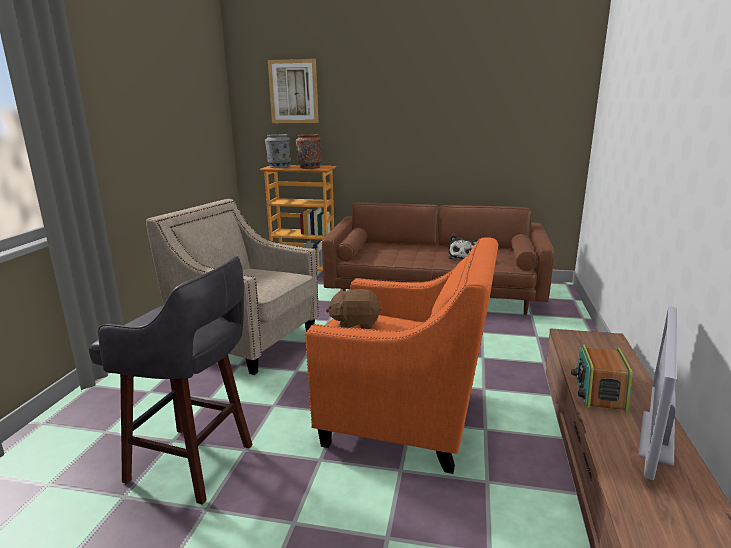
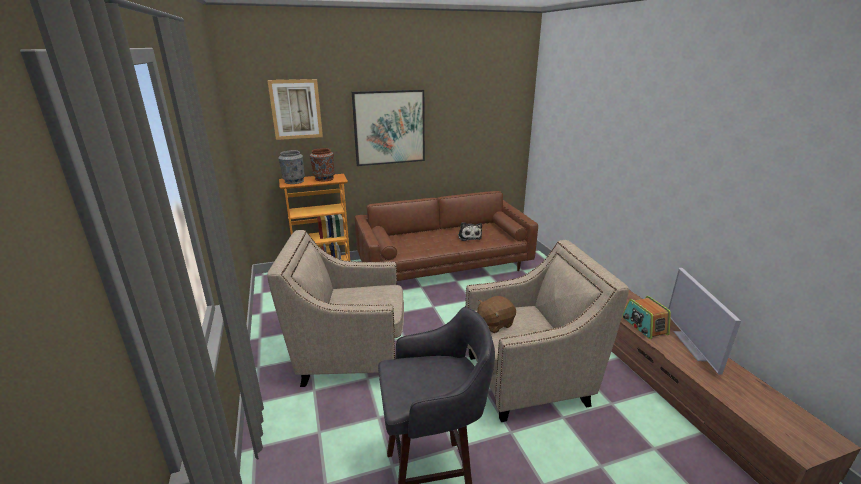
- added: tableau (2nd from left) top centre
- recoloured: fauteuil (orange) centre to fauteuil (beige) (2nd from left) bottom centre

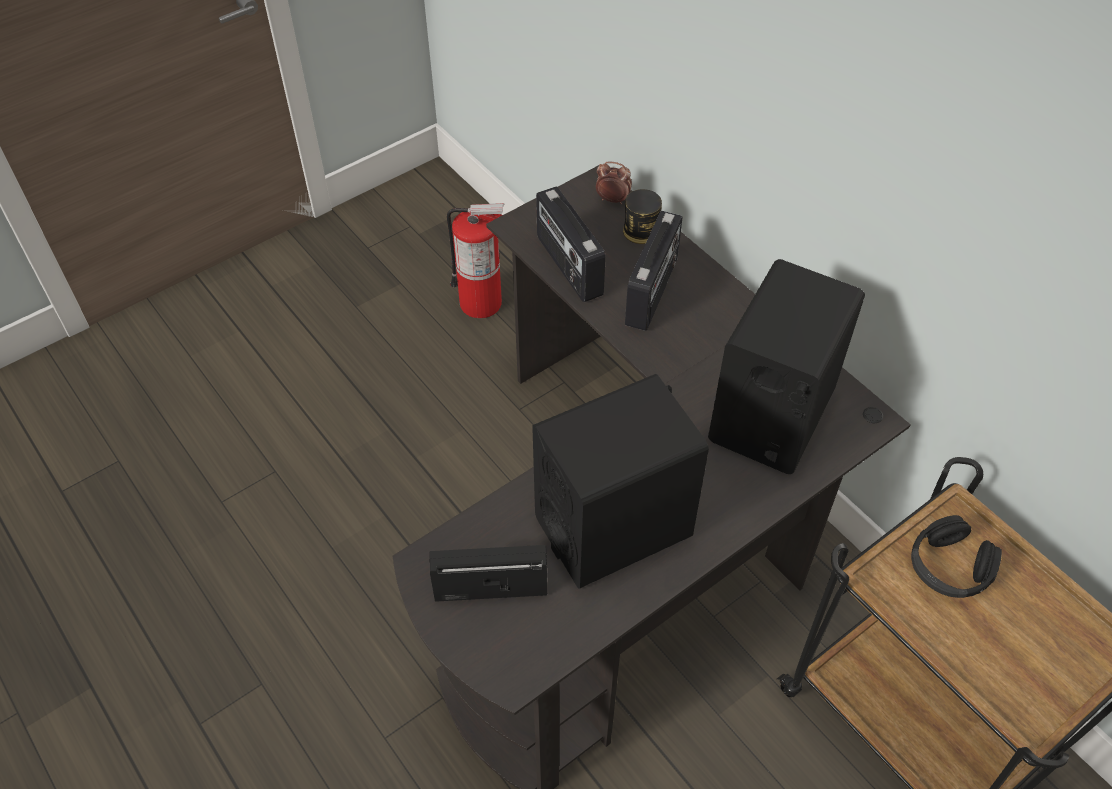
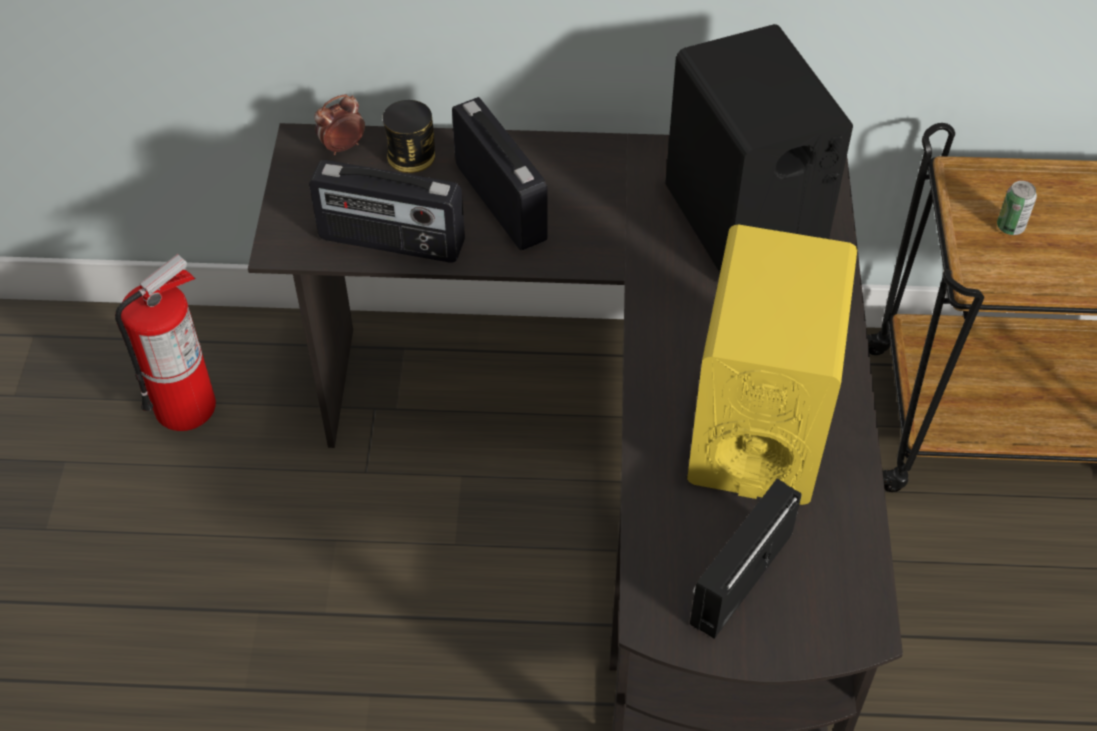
- replaced: casque audio (noir) bottom right to boîte métallique (2nd from left) top right
- recoloured: enceinte (noir) (1st from left) centre to enceinte (jaune) middle right

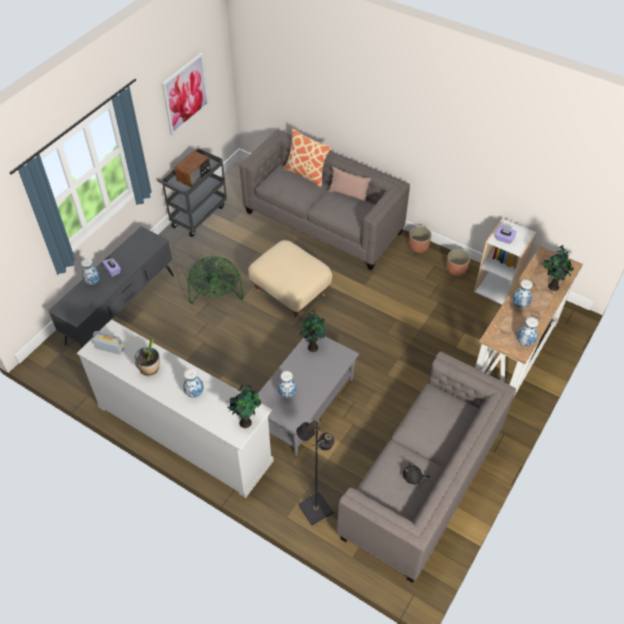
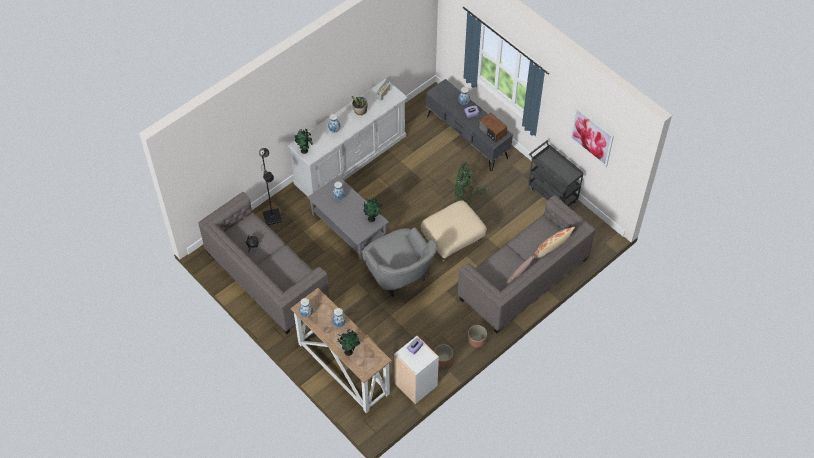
- added: fauteuil (gris) centre
- moved: radio (2nd from left) top left to top centre

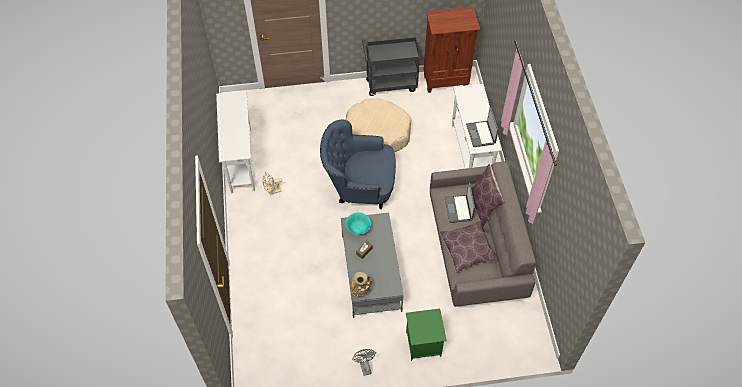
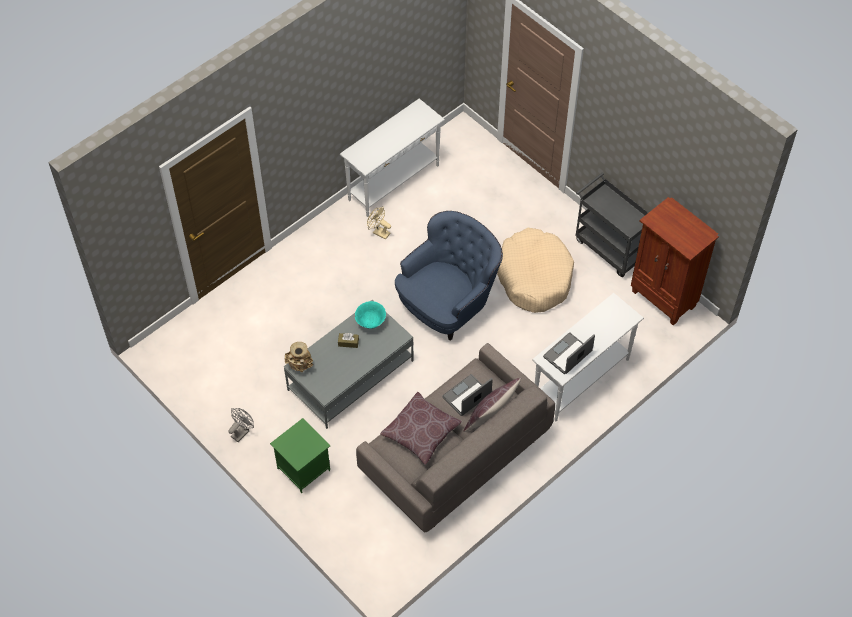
- turned: fauteuil (bleu) centre = centre 75 degrees clockwise

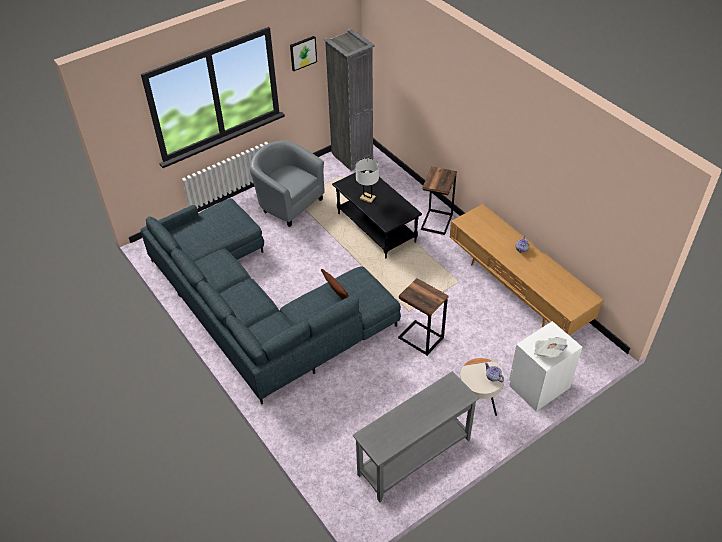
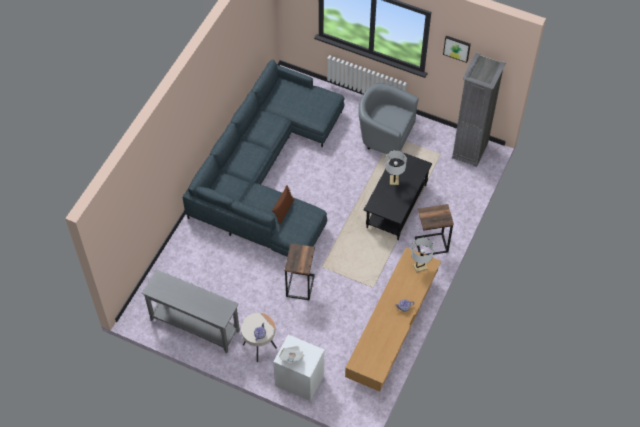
- added: lampe de table (blanc) (2nd from left) centre
- turned: fauteuil (gris) centre = top centre 75 degrees counterclockwise

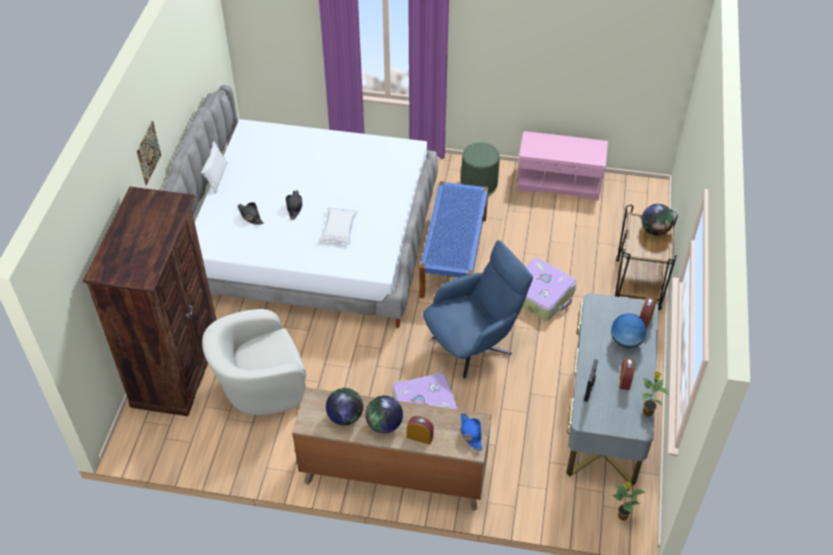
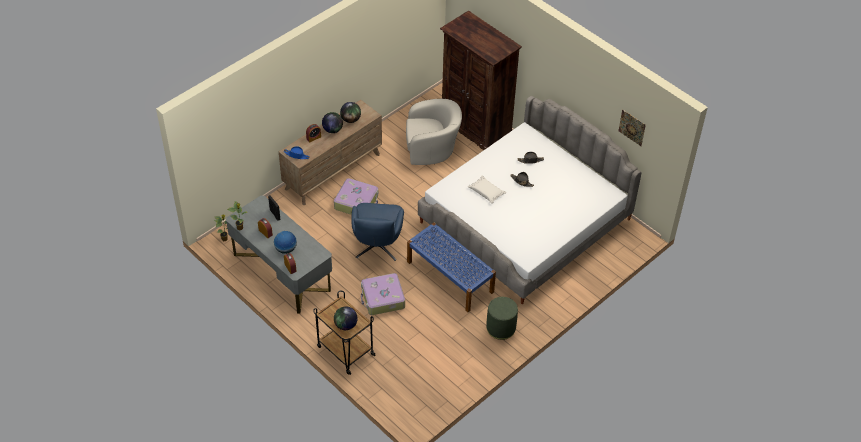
- removed: coussin (blanc) (1st from left) top left
- removed: banc (rose) top right
- moved: tableau top left to top right
- turned: fauteuil (beige) middle left = top centre 75 degrees clockwise

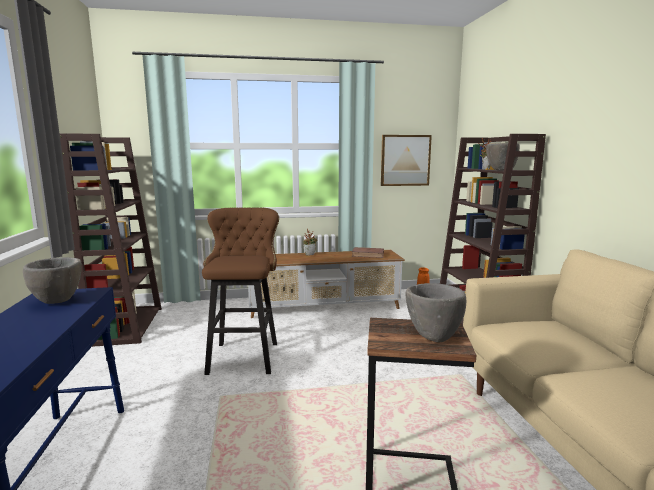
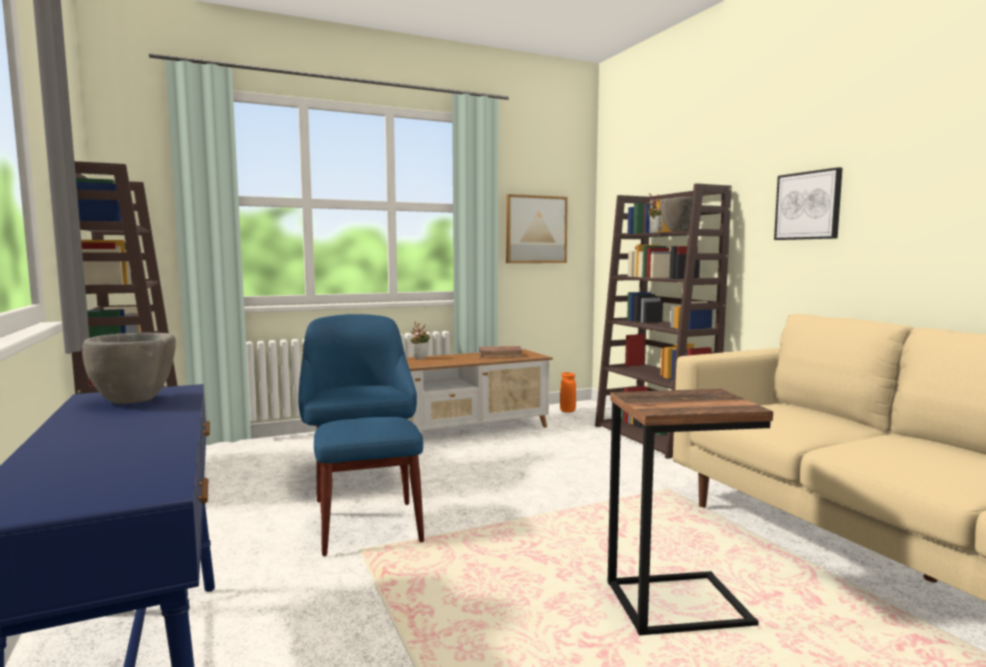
- removed: bol (gris) (2nd from left) centre
- added: tableau (2nd from left) top right
- replaced: tabouret (marron) centre to fauteuil (bleu) centre

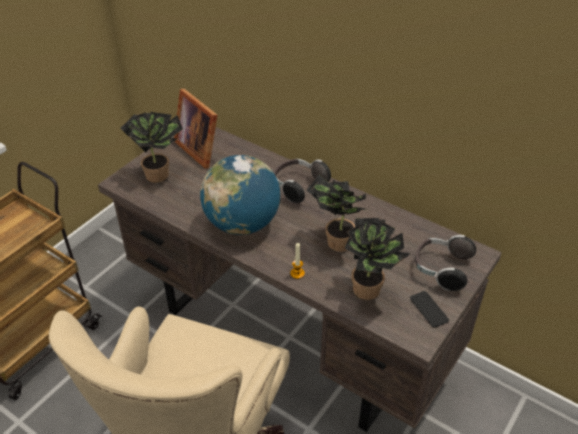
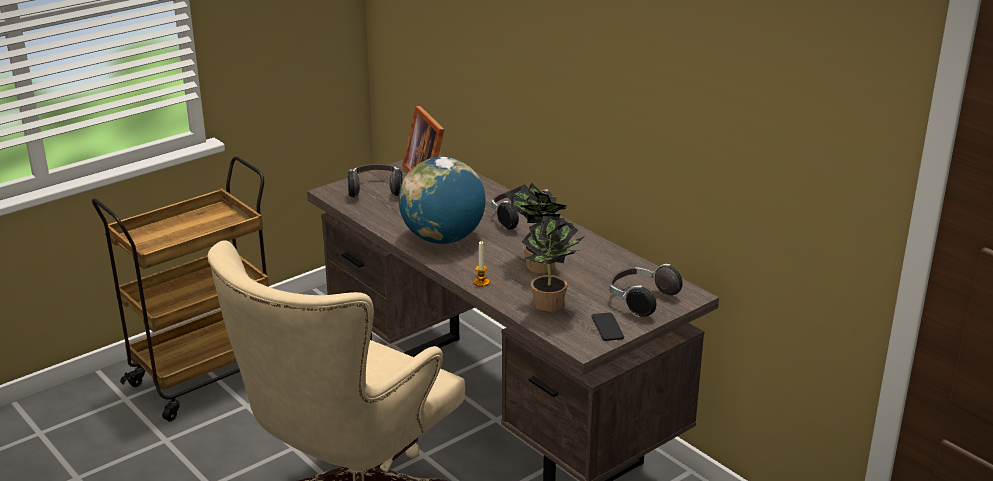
- replaced: plante en pot (1st from left) middle left to casque audio (1st from left) centre

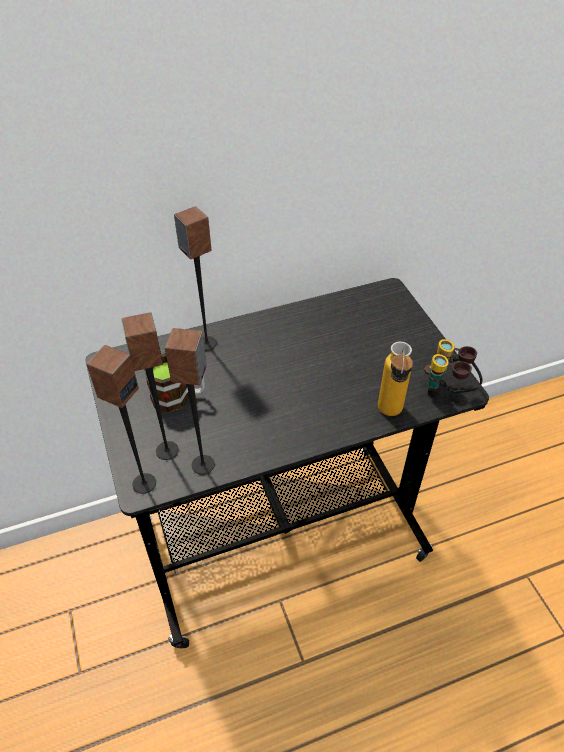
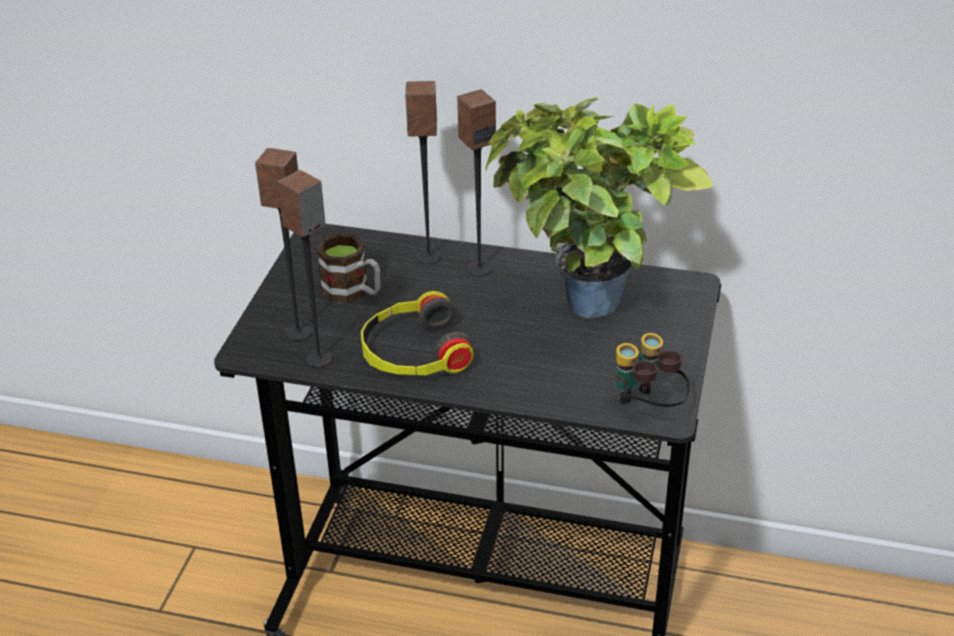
- removed: bouteille middle right
- added: casque audio centre
- added: plante en pot top centre
- moved: enceinte (1st from left in the first image) middle left to enceinte (4th from left) top centre

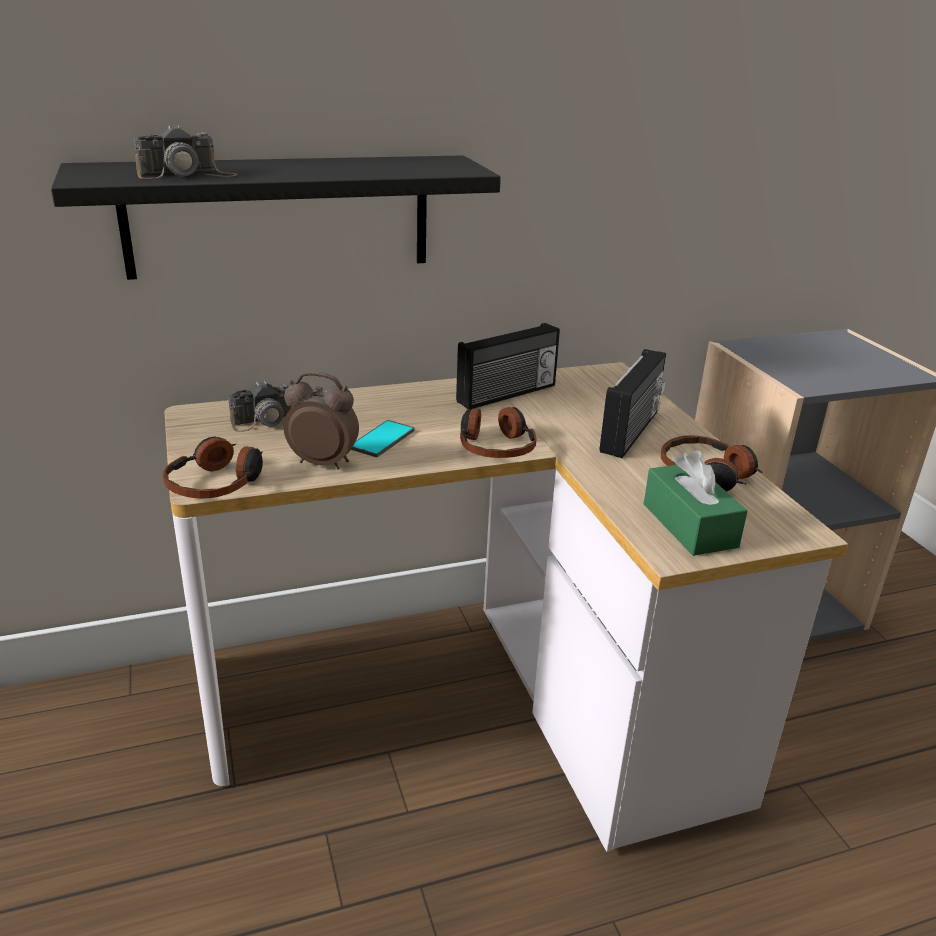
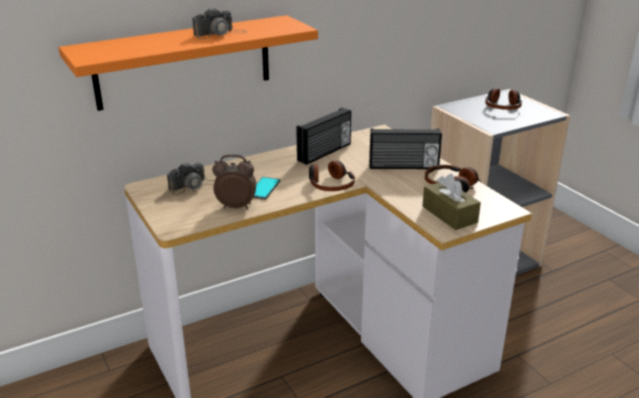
- moved: appareil photo (1st from left in the first image) top left to appareil photo (2nd from left) top centre
- moved: casque audio (1st from left in the first image) middle left to casque audio (3rd from left) top right
- recoloured: étagère (noir) top left to étagère (orange) top left
- recoloured: boîte à mouchoirs (vert) middle right to boîte à mouchoirs (marron) middle right
- turned: radio (2nd from left) middle right = centre 75 degrees clockwise

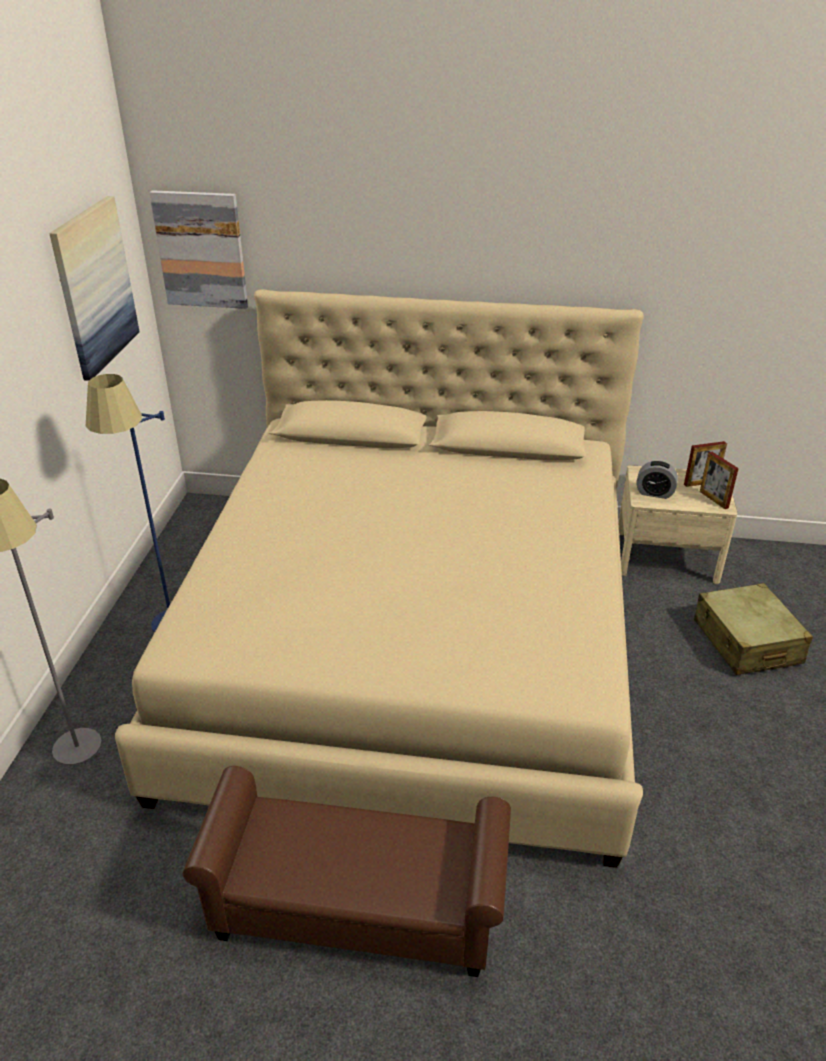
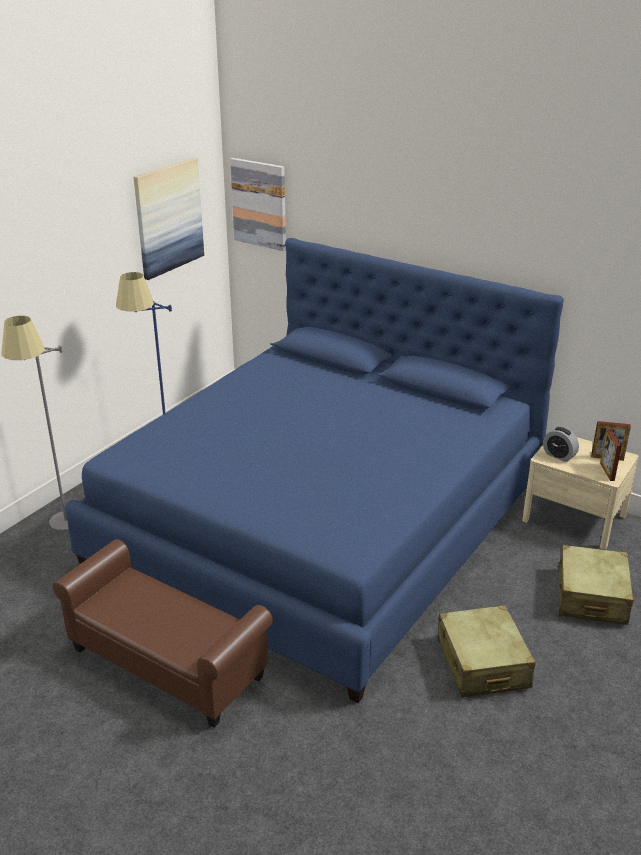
- added: valise (beige) (1st from left) bottom right
- recoloured: lit (beige) centre to lit (bleu) centre

